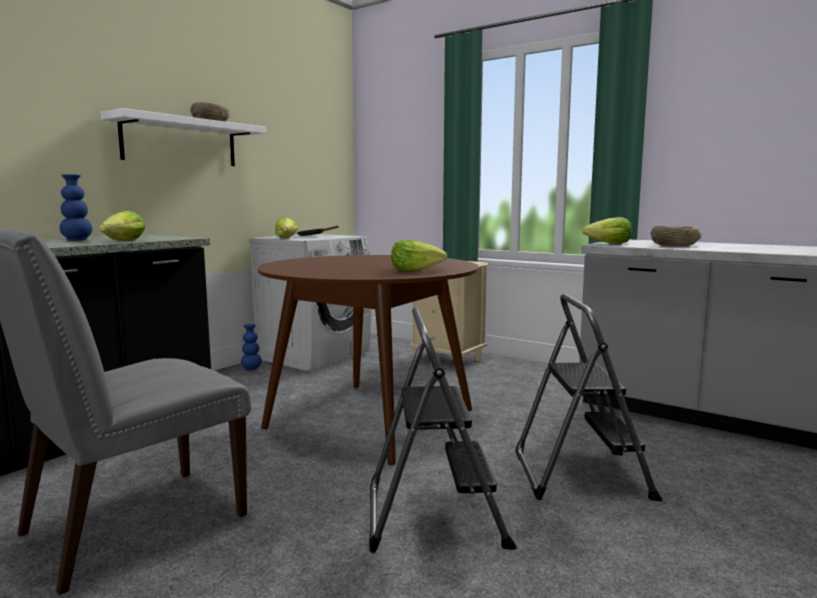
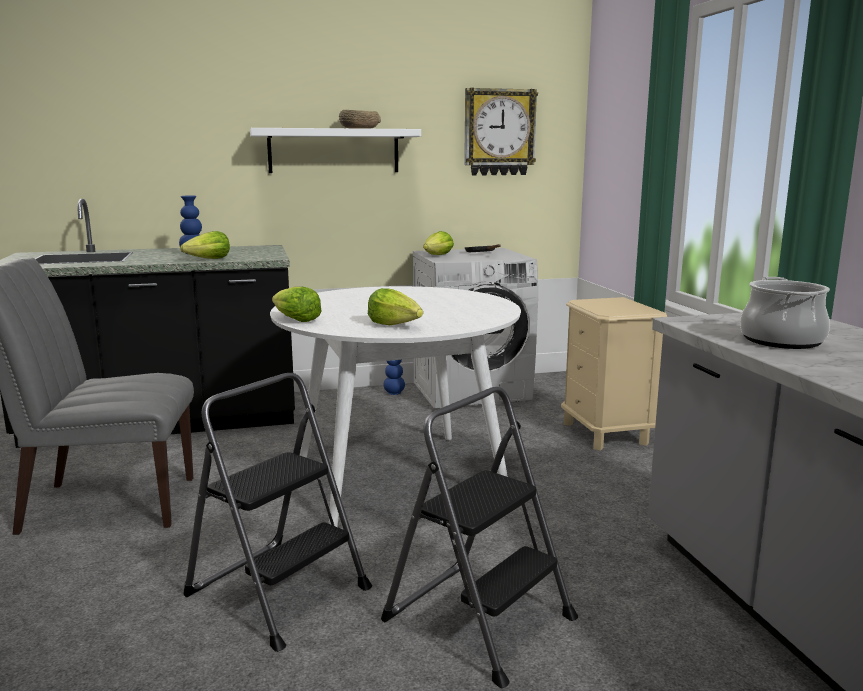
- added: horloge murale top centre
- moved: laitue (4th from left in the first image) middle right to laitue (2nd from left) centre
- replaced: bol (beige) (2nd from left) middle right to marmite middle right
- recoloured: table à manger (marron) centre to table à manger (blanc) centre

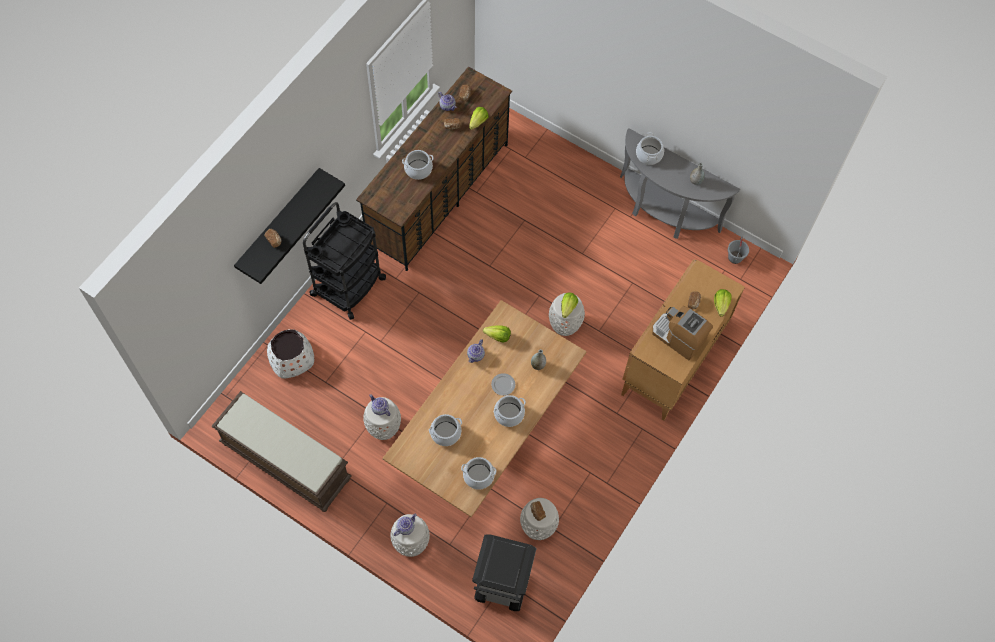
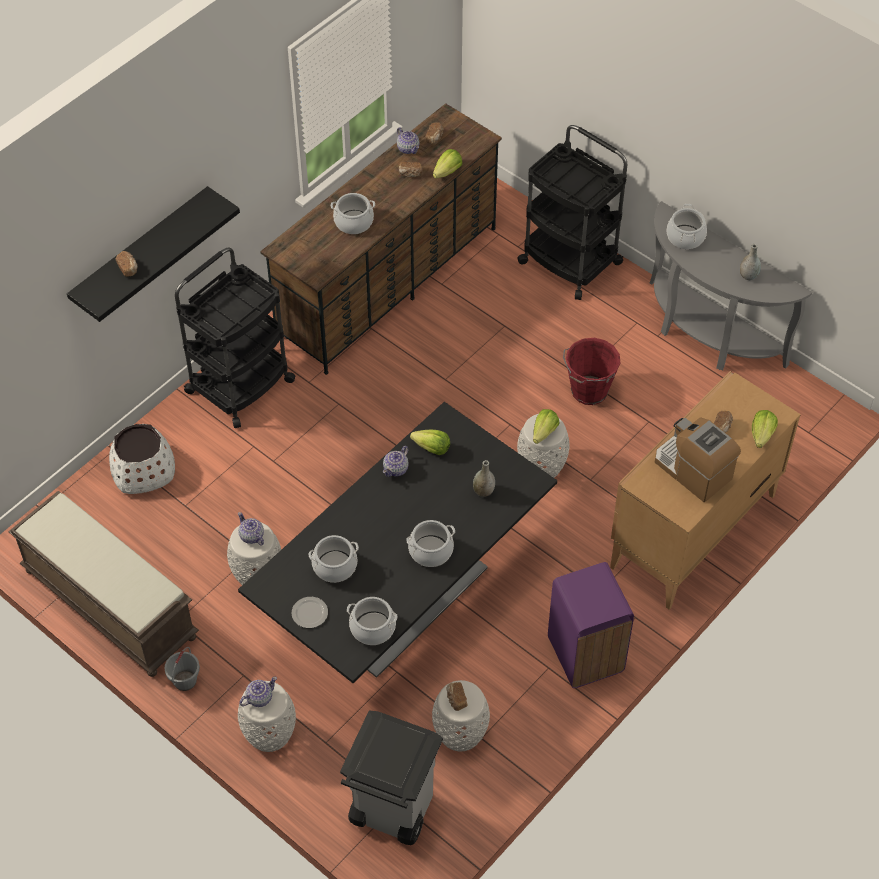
- added: chariot (noir) (2nd from left) top centre
- added: poubelle (violet) bottom right
- added: seau (rouge) middle right
- moved: assiette centre to bottom centre
- moved: seau (gris) middle right to bottom left
- recoloured: table à manger (beige) centre to table à manger (noir) centre

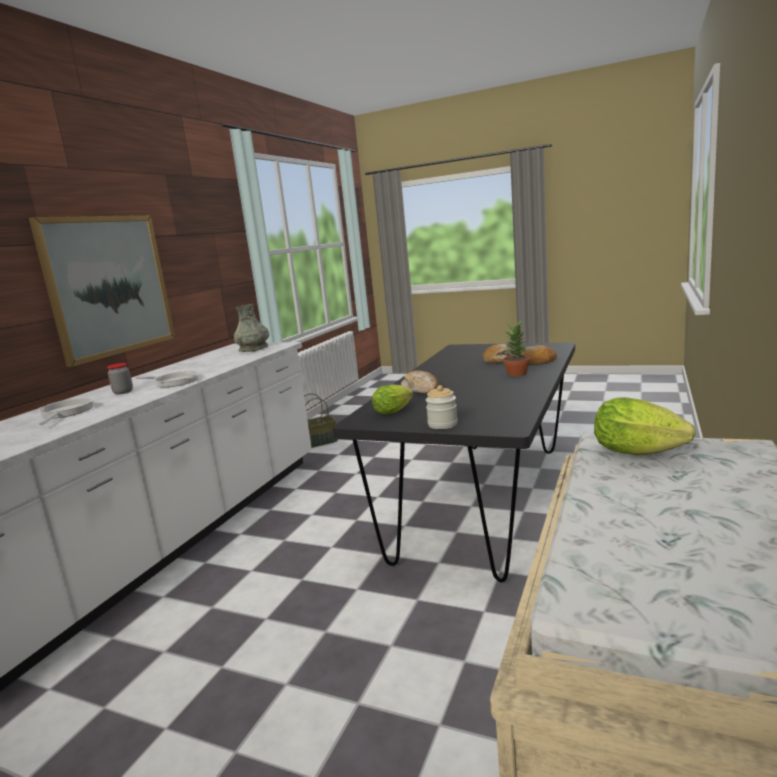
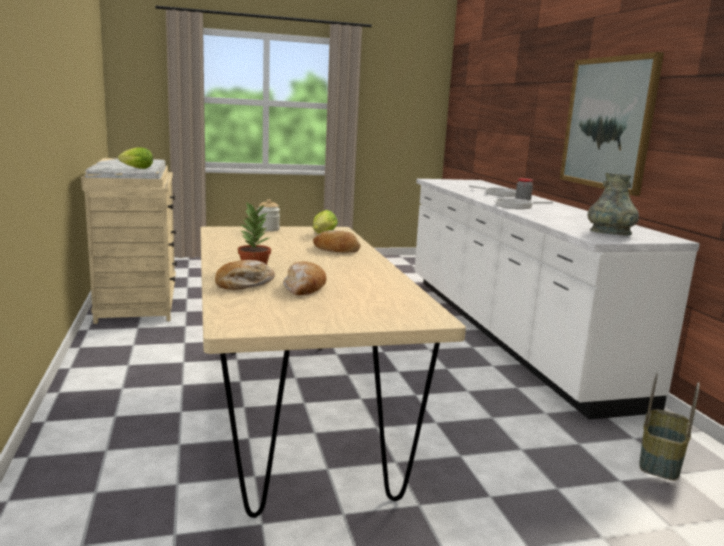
- recoloured: table à manger (noir) centre to table à manger (beige) bottom centre

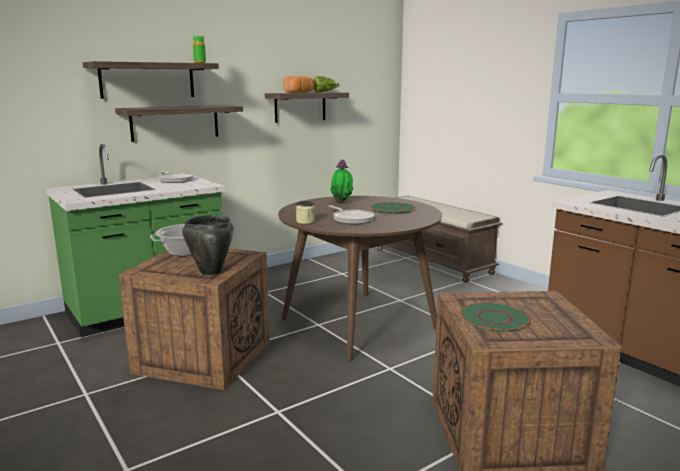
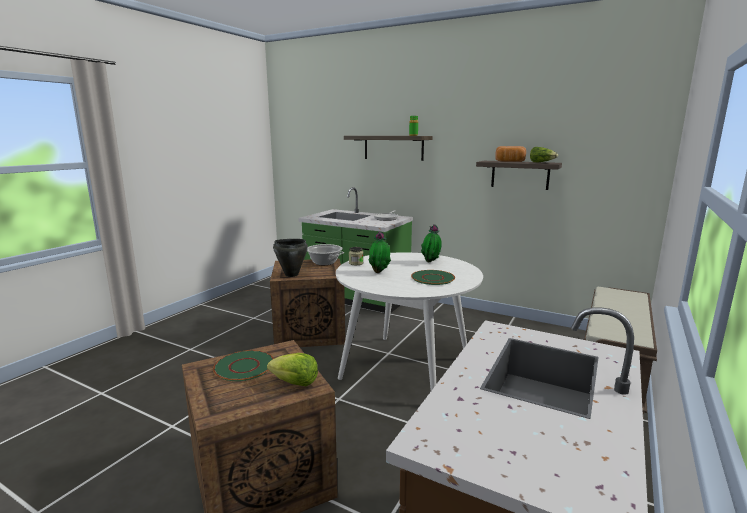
- removed: étagère (2nd from left) top left
- added: laitue (1st from left) bottom centre
- replaced: poêle (2nd from left) centre to plante en pot (1st from left) centre
- recoloured: table à manger (marron) centre to table à manger (blanc) centre

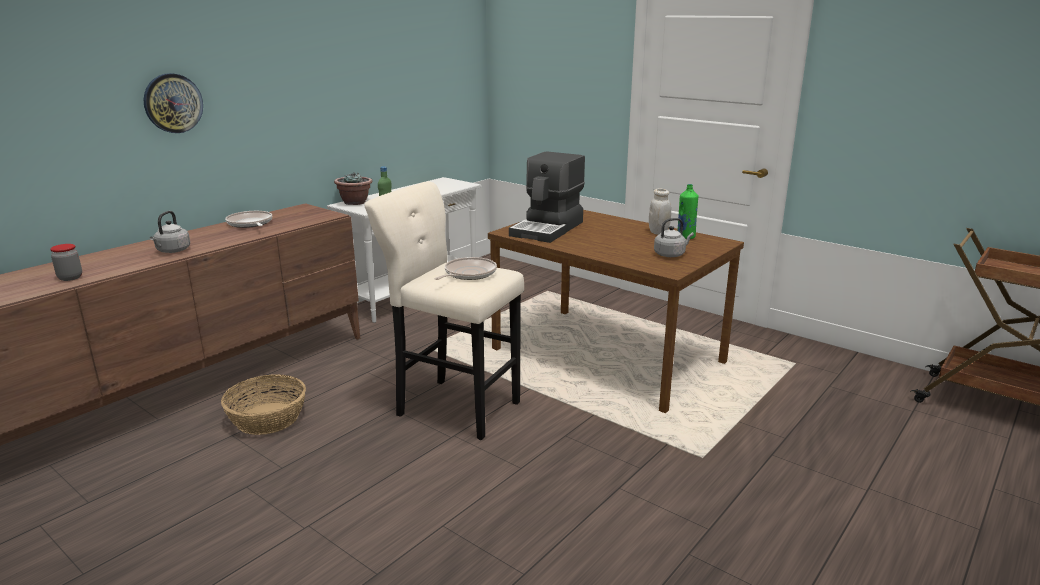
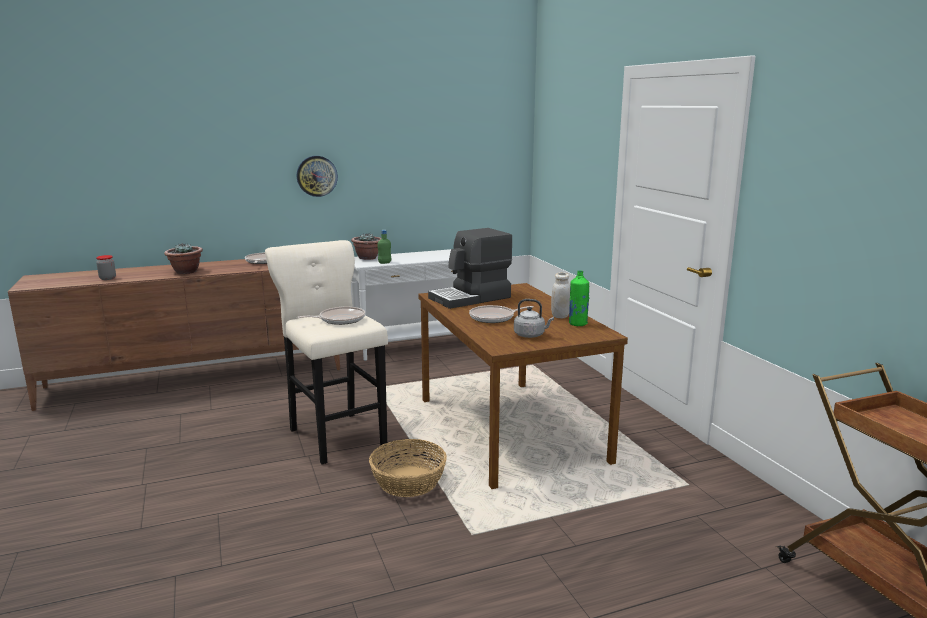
- added: poêle (3rd from left) centre
- moved: horloge murale top left to top centre
- moved: panier bottom left to bottom centre
- replaced: bouilloire (gris) (1st from left) middle left to plante en pot (1st from left) middle left

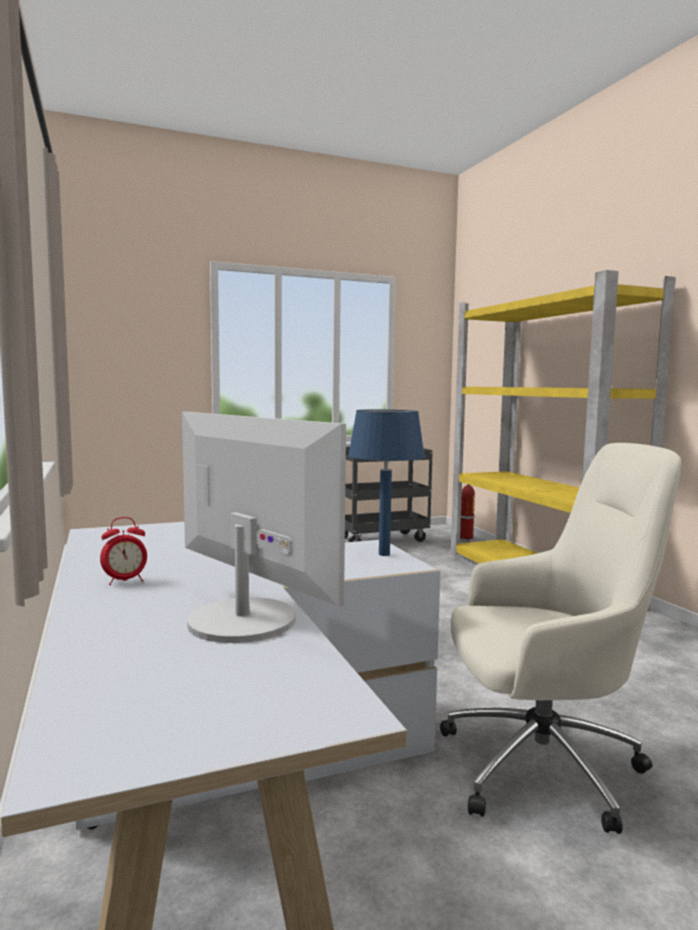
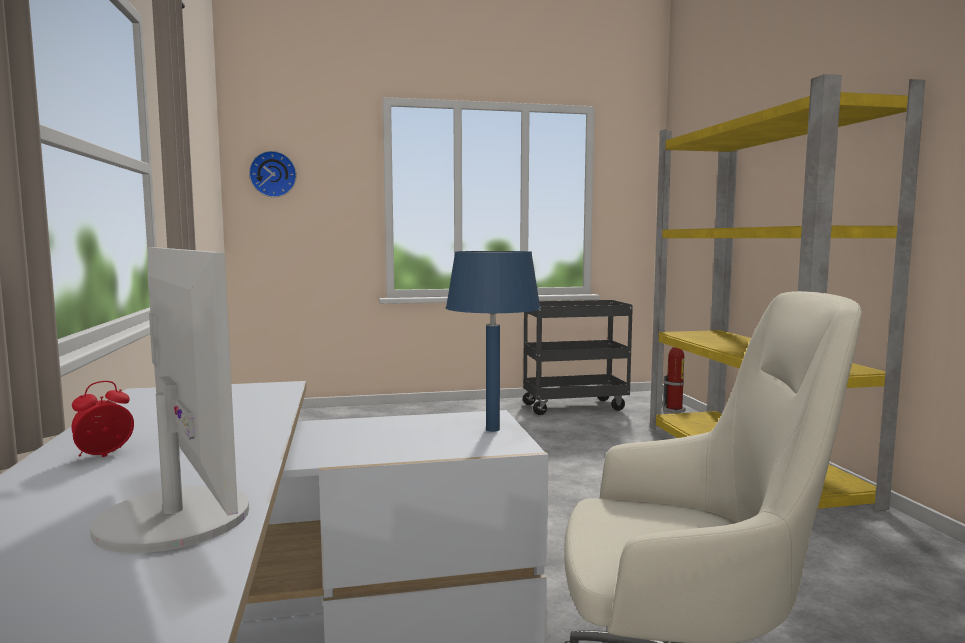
- added: horloge murale top left
- turned: réveil middle left = middle left 150 degrees clockwise

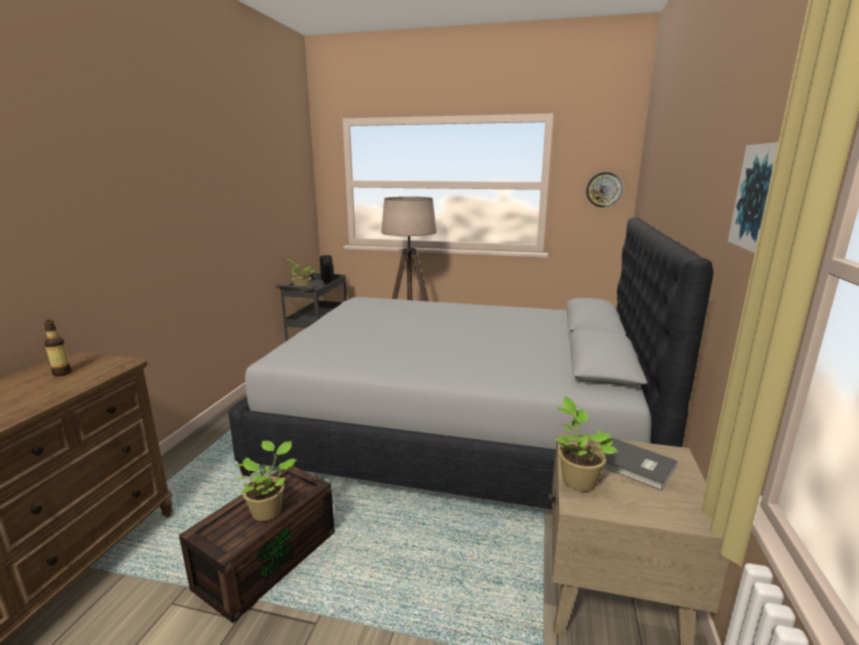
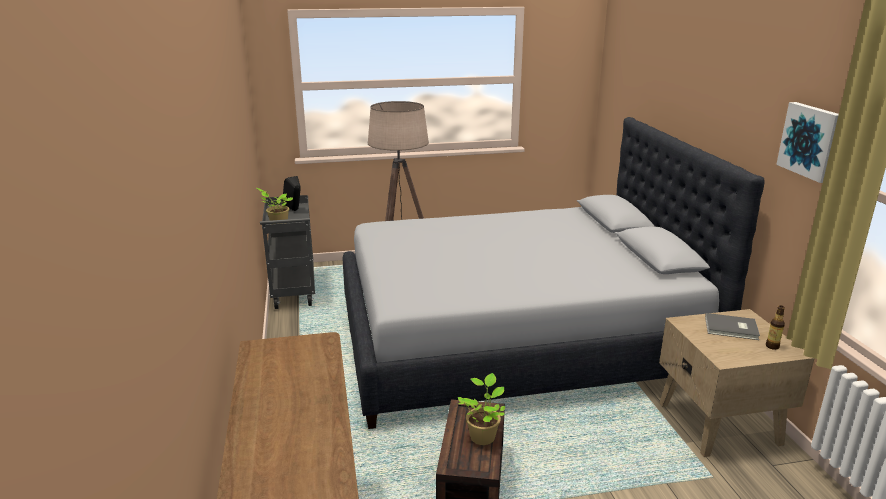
- removed: plante en pot (3rd from left) bottom right
- removed: horloge murale top right
- moved: bouteille middle left to middle right

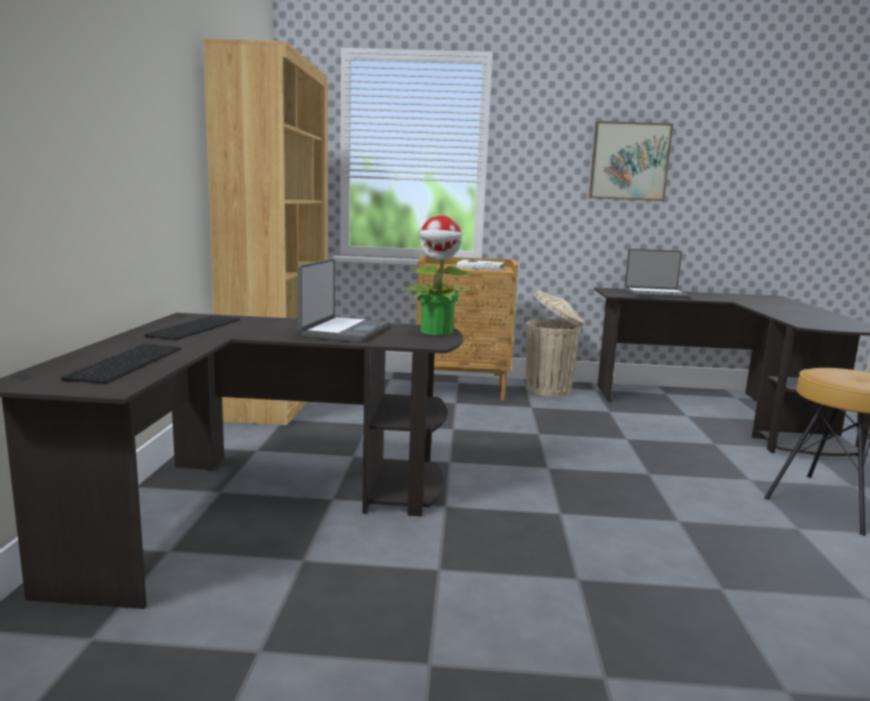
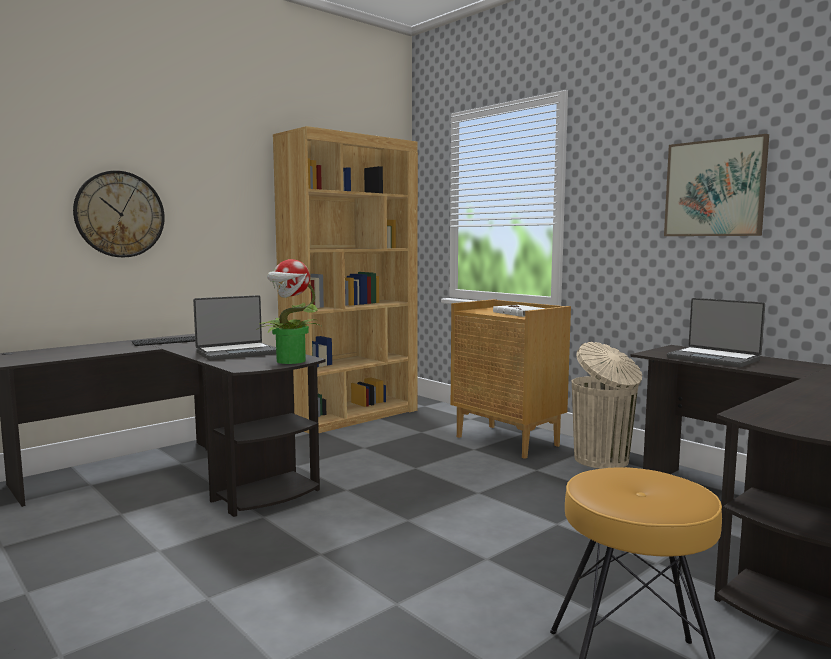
- removed: clavier (1st from left) middle left
- added: horloge murale top left

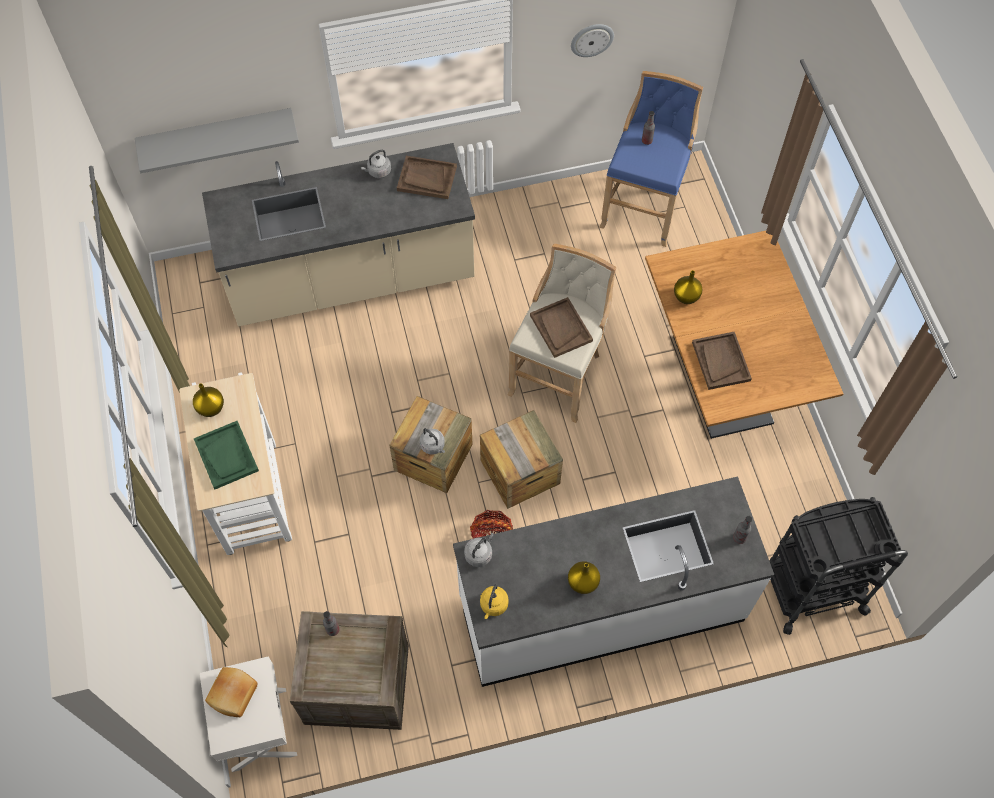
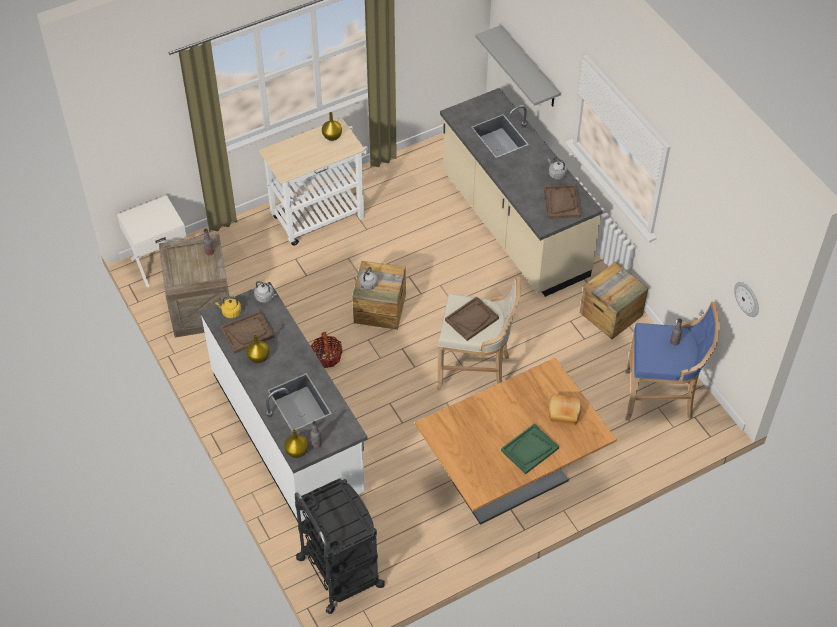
- moved: plateau (vert) middle left to bottom centre
- moved: pain bottom left to middle right
- moved: caisse (3rd from left) centre to middle right
- moved: horloge murale top centre to middle right
- moved: vase (jaune) (3rd from left in the first image) middle right to vase (jaune) (2nd from left) bottom centre
- moved: plateau (marron) (3rd from left in the first image) middle right to plateau (marron) (1st from left) middle left

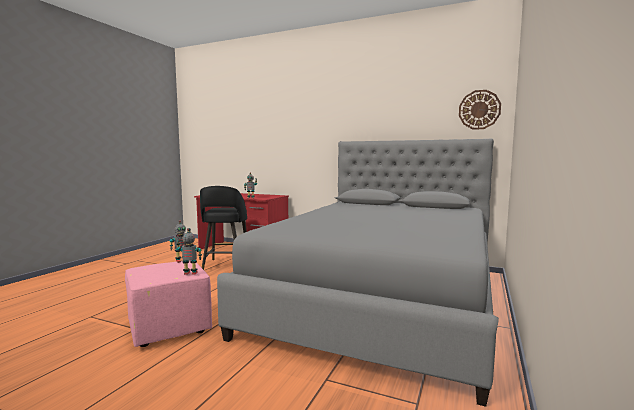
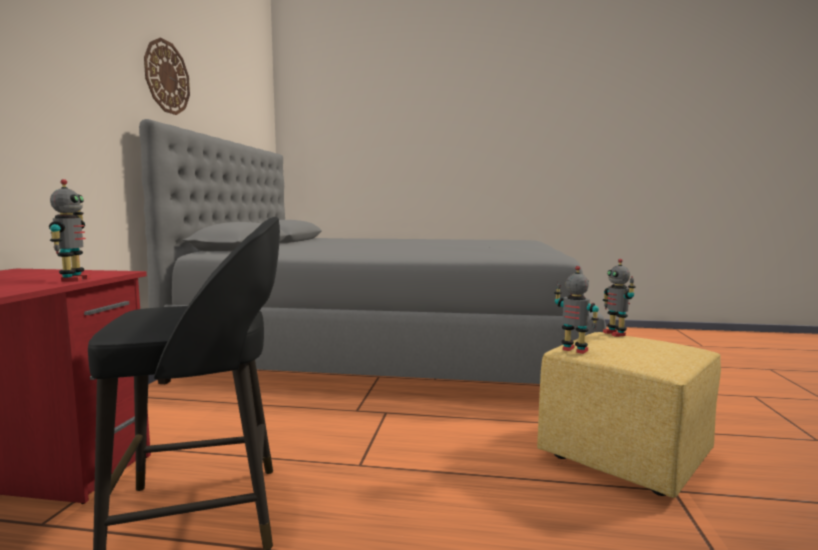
- moved: horloge murale top right to top left
- recoloured: pouf (rose) bottom left to pouf (jaune) bottom right

